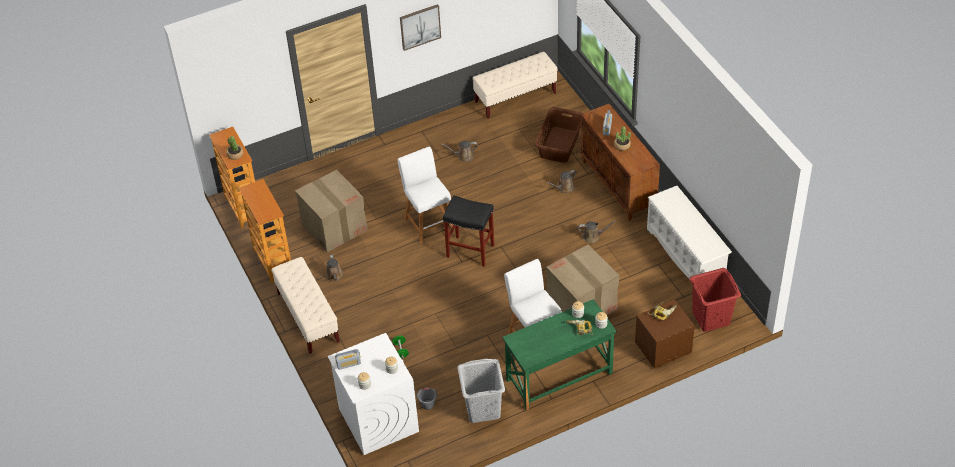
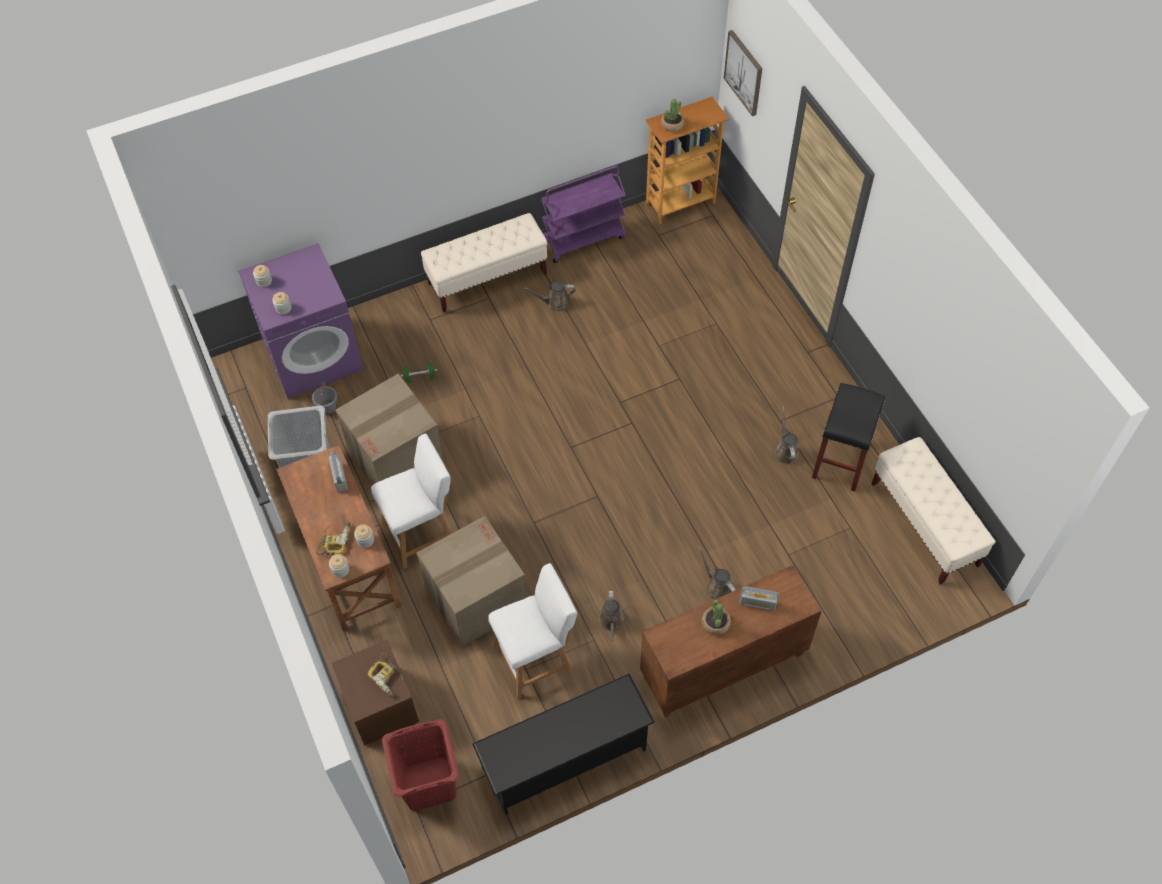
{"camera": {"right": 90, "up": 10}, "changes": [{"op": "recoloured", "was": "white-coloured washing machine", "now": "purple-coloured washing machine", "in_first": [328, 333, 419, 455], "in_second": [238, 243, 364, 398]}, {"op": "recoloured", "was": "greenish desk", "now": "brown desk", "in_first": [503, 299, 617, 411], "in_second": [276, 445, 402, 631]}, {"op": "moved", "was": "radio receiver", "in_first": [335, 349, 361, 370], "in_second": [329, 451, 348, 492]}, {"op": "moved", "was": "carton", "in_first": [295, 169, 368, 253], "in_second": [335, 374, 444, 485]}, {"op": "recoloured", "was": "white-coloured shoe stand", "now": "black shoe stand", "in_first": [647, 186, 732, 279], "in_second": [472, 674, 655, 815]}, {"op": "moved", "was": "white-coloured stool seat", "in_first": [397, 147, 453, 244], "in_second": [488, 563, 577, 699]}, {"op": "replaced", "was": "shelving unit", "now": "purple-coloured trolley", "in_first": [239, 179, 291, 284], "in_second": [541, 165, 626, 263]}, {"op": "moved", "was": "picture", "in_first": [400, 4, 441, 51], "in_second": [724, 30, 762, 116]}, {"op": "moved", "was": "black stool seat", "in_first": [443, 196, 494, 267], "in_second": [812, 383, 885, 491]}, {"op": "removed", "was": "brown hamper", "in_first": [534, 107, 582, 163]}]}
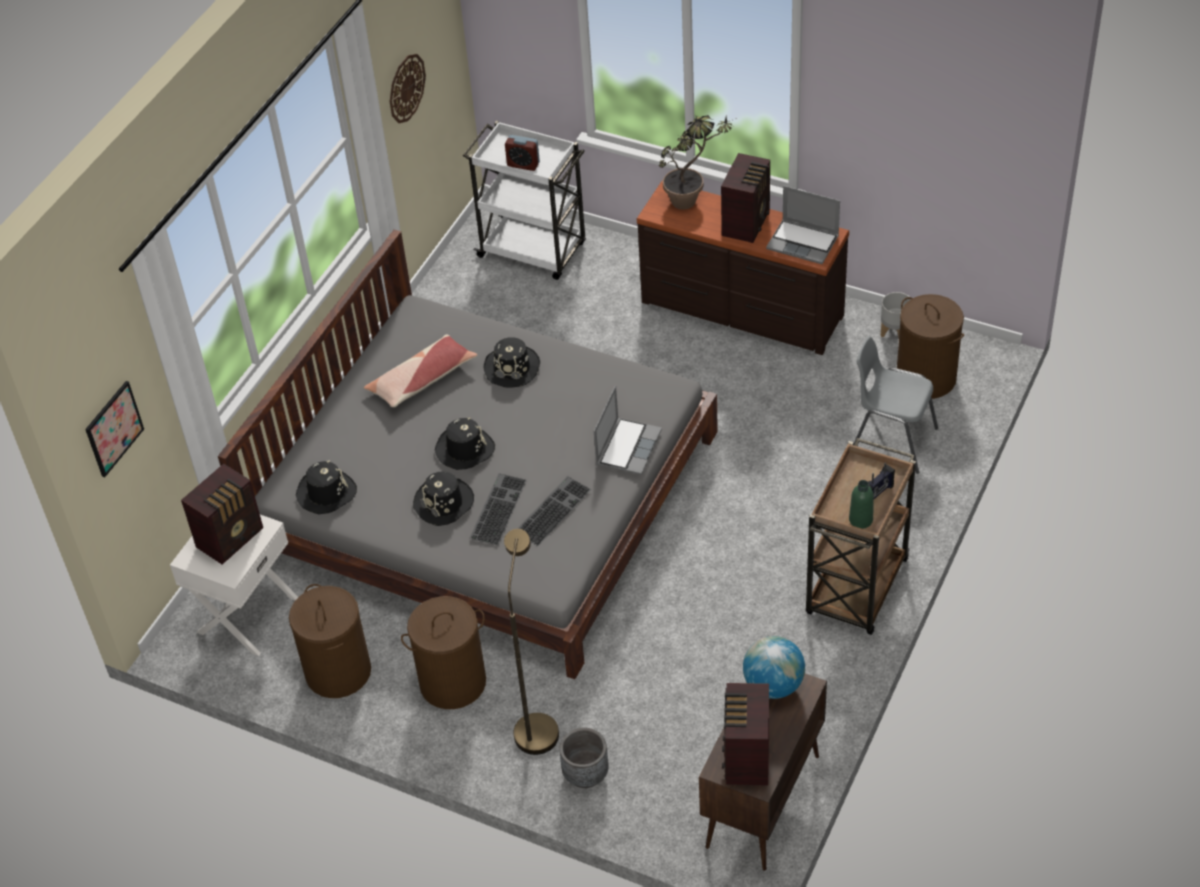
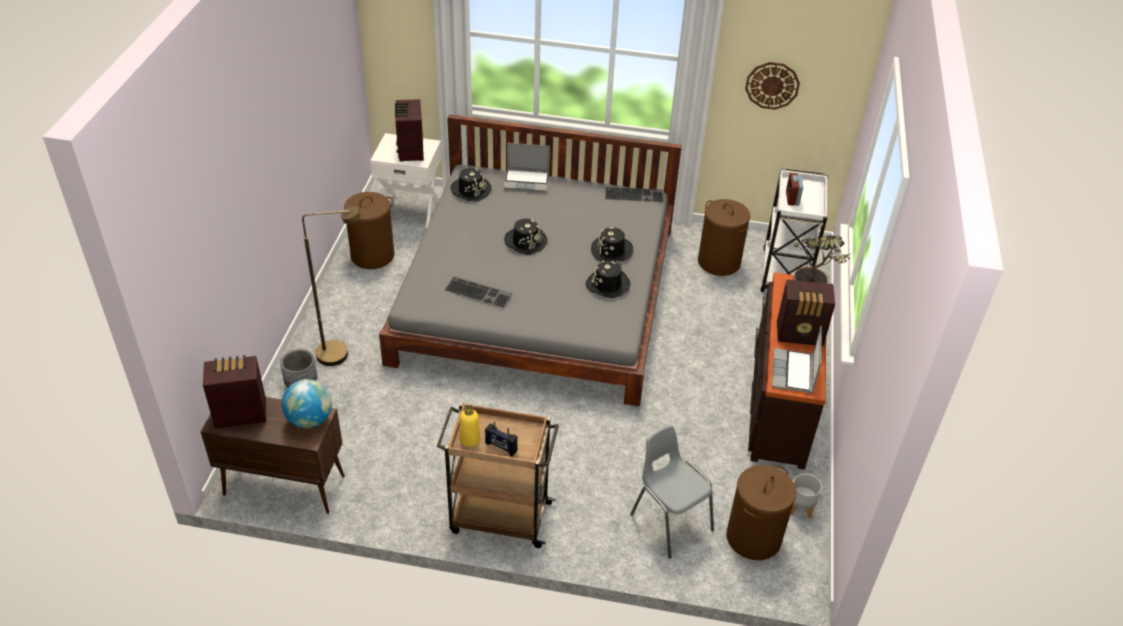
{"camera": {"right": 70, "up": -5}, "changes": [{"op": "turned", "was": "radio receiver", "in_first": [181, 464, 263, 564], "in_second": [395, 99, 424, 162], "clockwise": 60}, {"op": "recoloured", "was": "greenish drink bottle", "now": "yellow drink bottle", "in_first": [849, 480, 874, 529], "in_second": [460, 405, 480, 447]}, {"op": "moved", "was": "notebook computer", "in_first": [594, 386, 662, 475], "in_second": [503, 143, 550, 192]}, {"op": "moved", "was": "black hat", "in_first": [413, 471, 474, 526], "in_second": [585, 260, 631, 298]}, {"op": "moved", "was": "PC keyboard", "in_first": [470, 473, 527, 545], "in_second": [605, 187, 663, 202]}, {"op": "turned", "was": "grey plain chair", "in_first": [854, 336, 938, 474], "in_second": [630, 425, 714, 559], "clockwise": -45}, {"op": "moved", "was": "brown hamper", "in_first": [401, 596, 486, 709], "in_second": [698, 199, 750, 276]}, {"op": "removed", "was": "picture", "in_first": [85, 381, 144, 477]}, {"op": "removed", "was": "pillow", "in_first": [364, 335, 477, 407]}]}
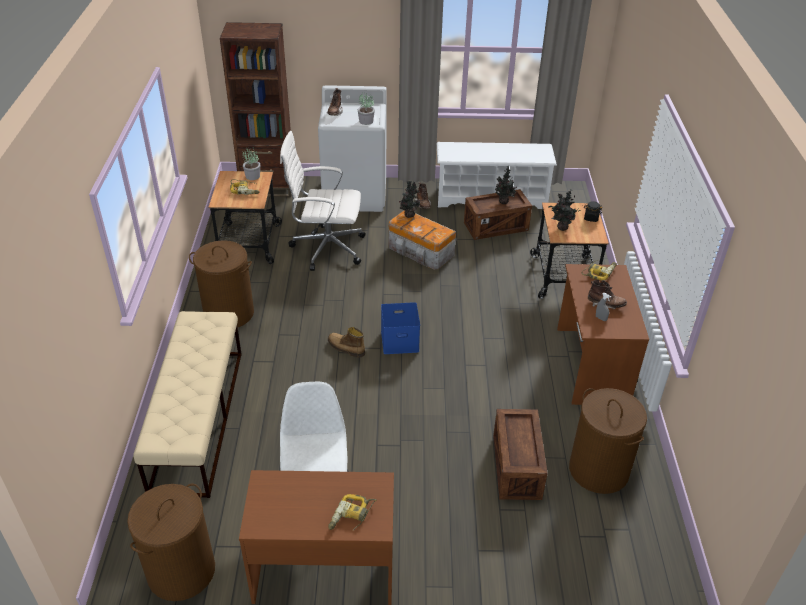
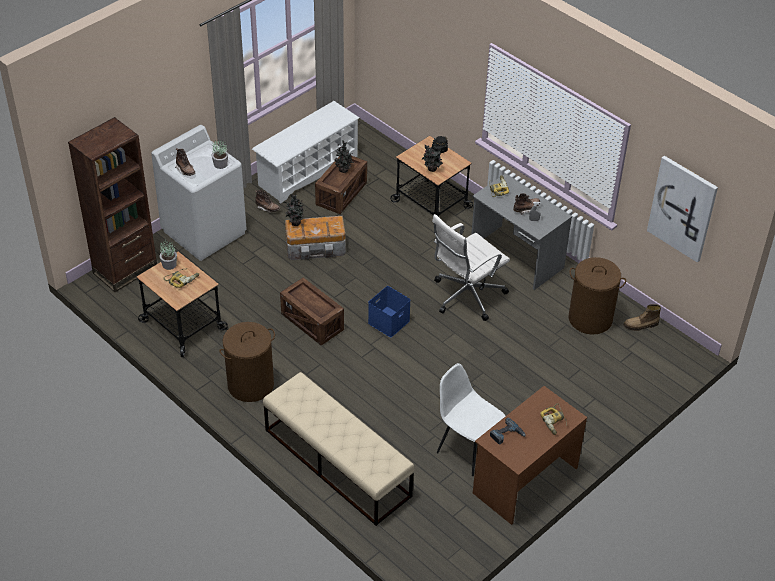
{"camera": {"right": -45, "up": 5}, "changes": [{"op": "moved", "was": "packing crate", "in_first": [493, 409, 548, 500], "in_second": [280, 277, 344, 346]}, {"op": "moved", "was": "white-coloured desk chair", "in_first": [280, 131, 366, 271], "in_second": [432, 214, 510, 321]}, {"op": "recoloured", "was": "brown desk", "now": "grey desk", "in_first": [557, 264, 649, 405], "in_second": [471, 174, 572, 290]}, {"op": "added", "now": "drill", "in_second": [490, 418, 526, 445]}, {"op": "moved", "was": "tall boot", "in_first": [328, 327, 365, 358], "in_second": [623, 304, 661, 331]}, {"op": "added", "now": "picture", "in_second": [647, 156, 718, 262]}, {"op": "removed", "was": "brown hamper", "in_first": [127, 484, 215, 601]}]}
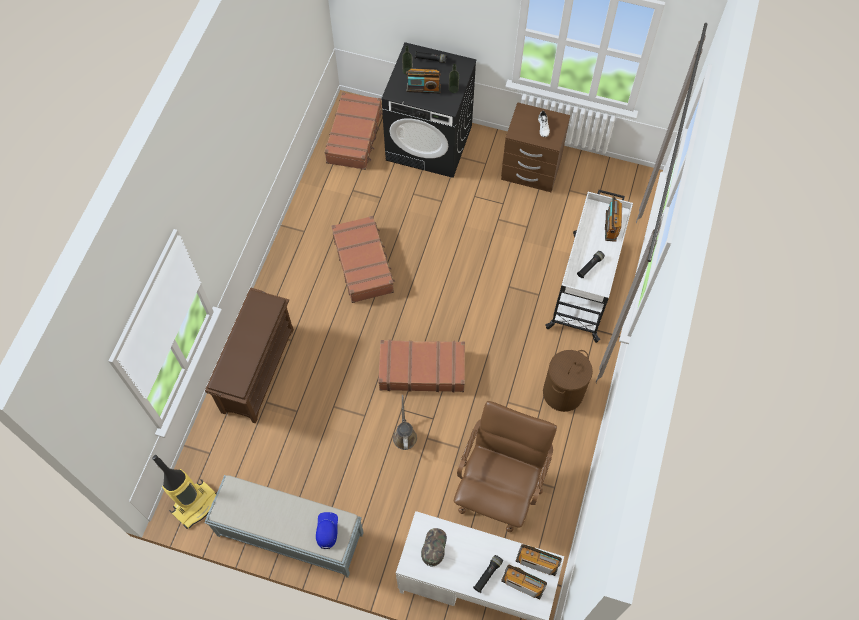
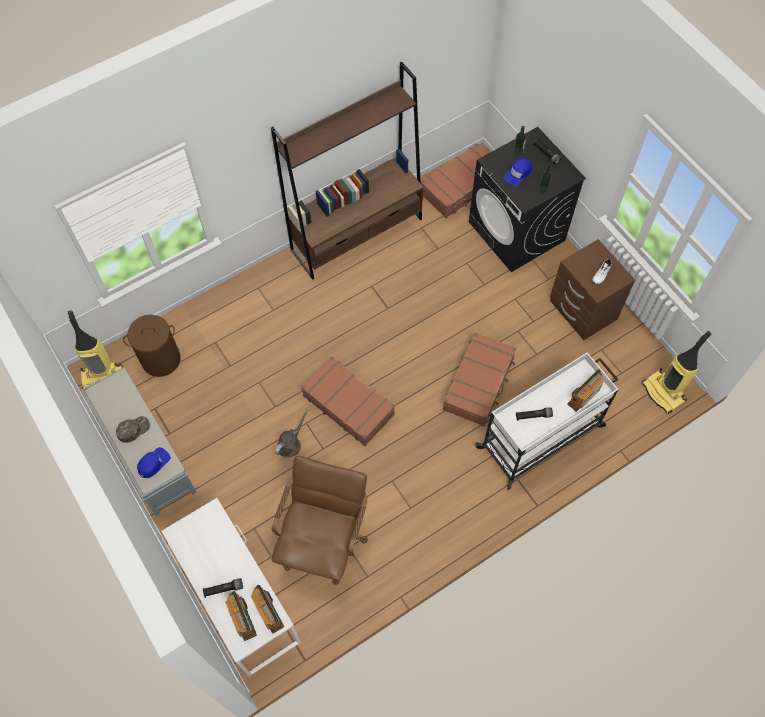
{"camera": {"right": 40, "up": 0}, "changes": [{"op": "moved", "was": "greenish cap", "in_first": [421, 528, 447, 566], "in_second": [116, 416, 150, 443]}, {"op": "moved", "was": "brown hamper", "in_first": [543, 350, 593, 412], "in_second": [123, 315, 181, 377]}, {"op": "added", "now": "brown shelving unit", "in_second": [271, 62, 423, 280]}, {"op": "turned", "was": "brown desk chair", "in_first": [454, 401, 557, 532], "in_second": [272, 456, 368, 585], "clockwise": -45}, {"op": "moved", "was": "brown piece of luggage", "in_first": [331, 216, 395, 303], "in_second": [442, 332, 516, 426]}, {"op": "replaced", "was": "radio receiver", "now": "blue-coloured cap", "in_first": [406, 69, 441, 93], "in_second": [504, 158, 532, 186]}, {"op": "added", "now": "hoover", "in_second": [642, 331, 711, 414]}, {"op": "removed", "was": "brown shoe stand", "in_first": [205, 287, 294, 424]}]}
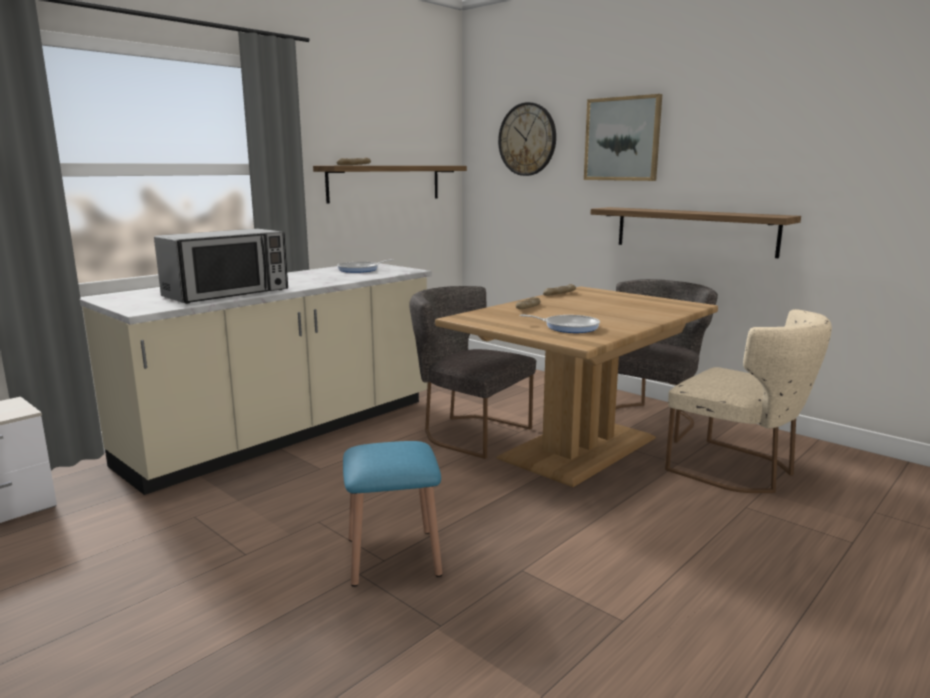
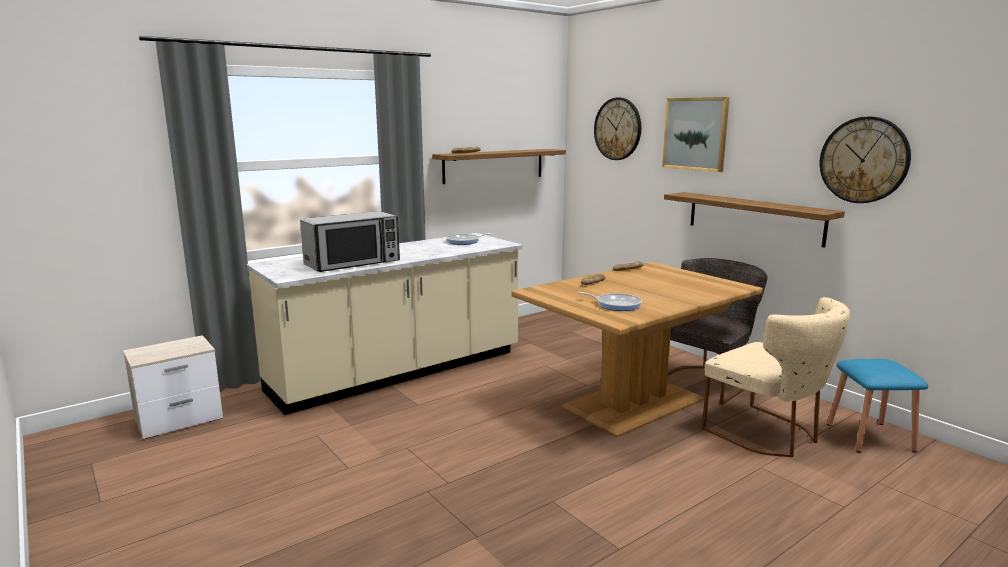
{"camera": {"right": 10, "up": 0}, "changes": [{"op": "added", "now": "hanging clock", "in_second": [820, 116, 911, 203]}, {"op": "moved", "was": "blue-coloured stool seat", "in_first": [343, 441, 442, 587], "in_second": [827, 359, 928, 453]}, {"op": "removed", "was": "grey plain chair", "in_first": [409, 286, 536, 459]}]}
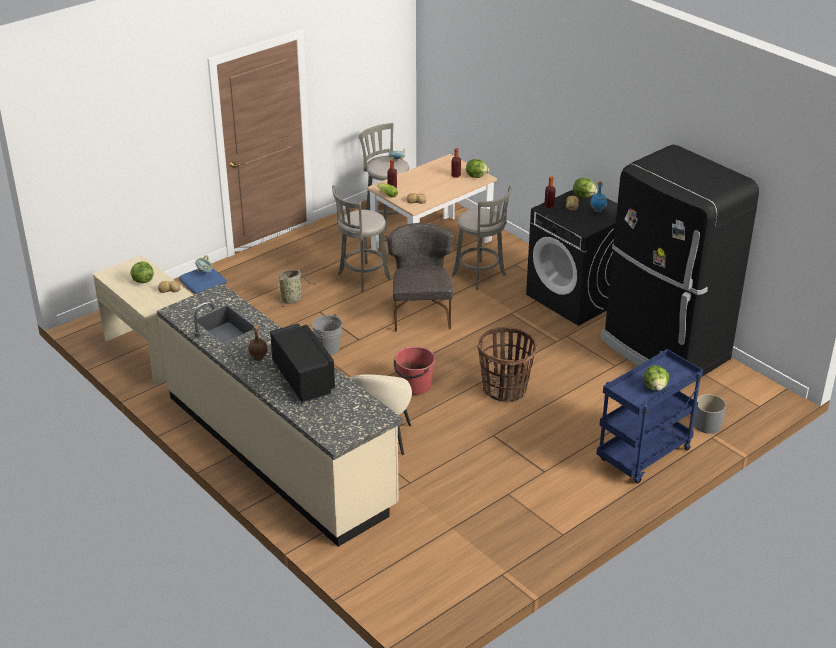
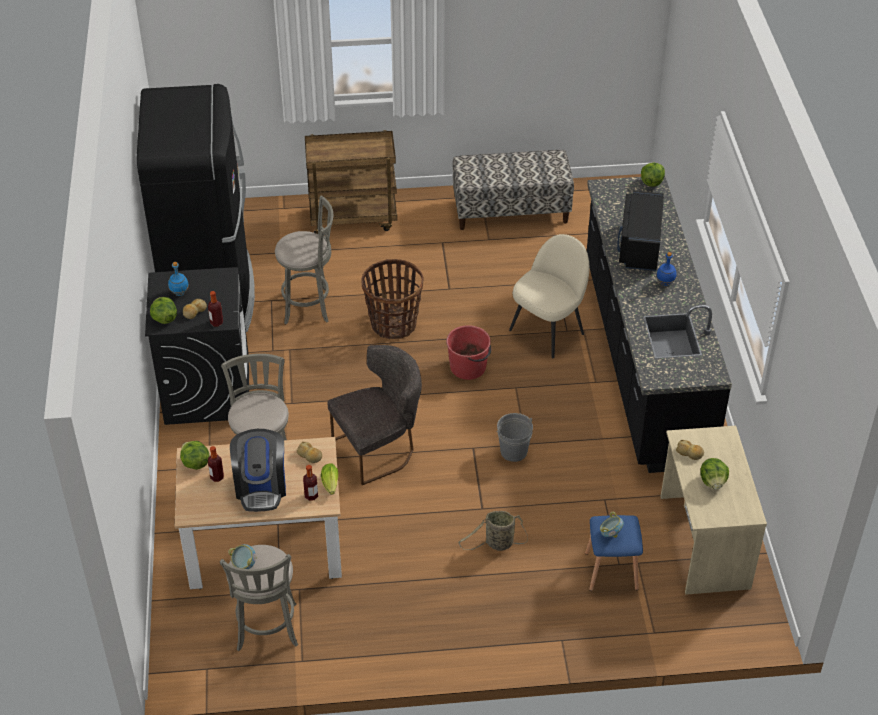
{"camera": {"right": -145, "up": 10}, "changes": [{"op": "added", "now": "coffee maker", "in_second": [230, 429, 286, 512]}, {"op": "moved", "was": "grey stool seat", "in_first": [332, 185, 391, 292], "in_second": [275, 196, 333, 324]}, {"op": "recoloured", "was": "blue-coloured trolley", "now": "brown trolley", "in_first": [596, 349, 703, 484], "in_second": [305, 130, 397, 234]}, {"op": "turned", "was": "grey plain chair", "in_first": [387, 222, 454, 331], "in_second": [328, 345, 422, 485], "clockwise": -150}, {"op": "added", "now": "long seat", "in_second": [452, 150, 574, 230]}, {"op": "recoloured", "was": "beige kitchen counter", "now": "black kitchen counter", "in_first": [157, 283, 403, 547], "in_second": [587, 176, 732, 473]}, {"op": "moved", "was": "lettuce", "in_first": [644, 365, 669, 391], "in_second": [641, 163, 665, 187]}, {"op": "recoloured", "was": "brown drink bottle", "now": "blue-coloured drink bottle", "in_first": [248, 326, 268, 360], "in_second": [656, 252, 677, 286]}, {"op": "removed", "was": "grey plant pot", "in_first": [693, 394, 726, 434]}]}
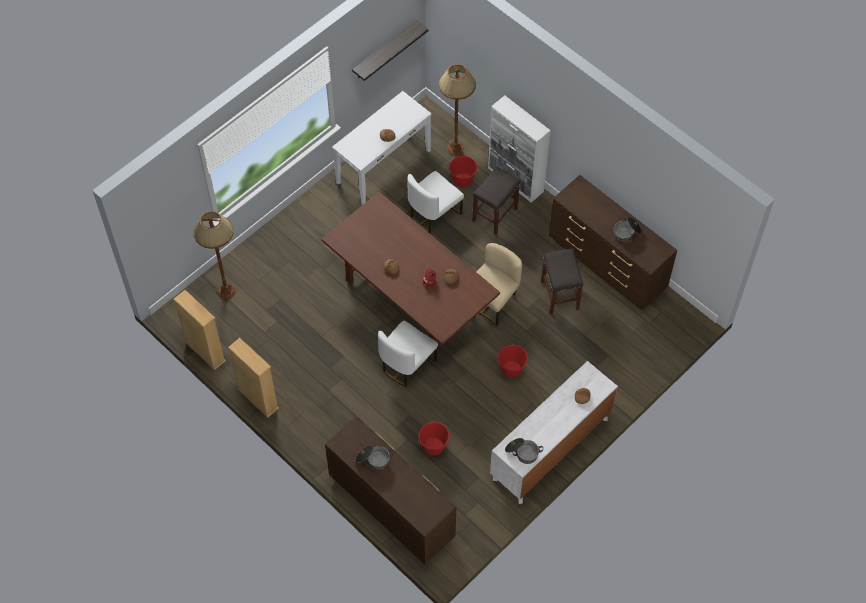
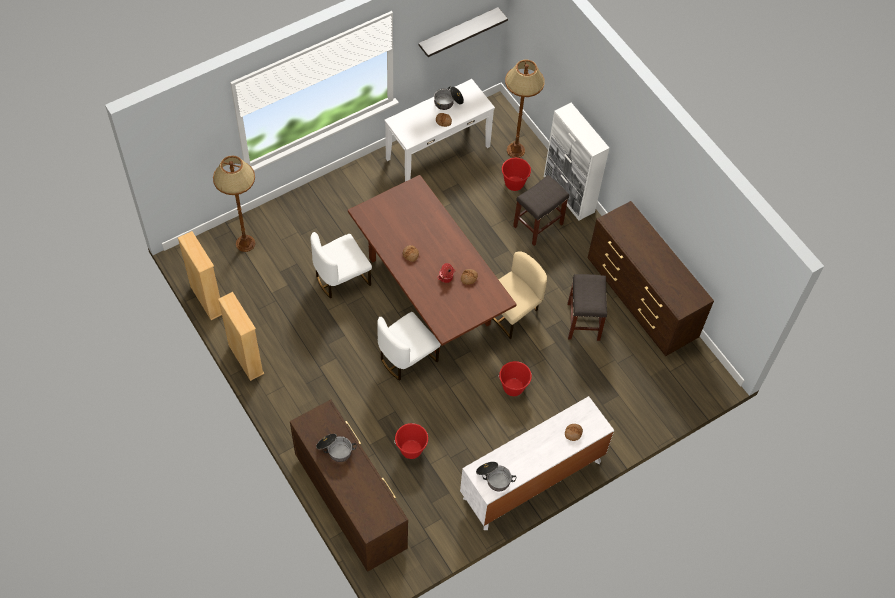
{"camera": {"right": 10, "up": 0}, "changes": [{"op": "moved", "was": "white-coloured plain chair", "in_first": [407, 171, 464, 233], "in_second": [310, 232, 372, 299]}, {"op": "moved", "was": "saucepot", "in_first": [613, 217, 642, 242], "in_second": [434, 87, 464, 110]}]}
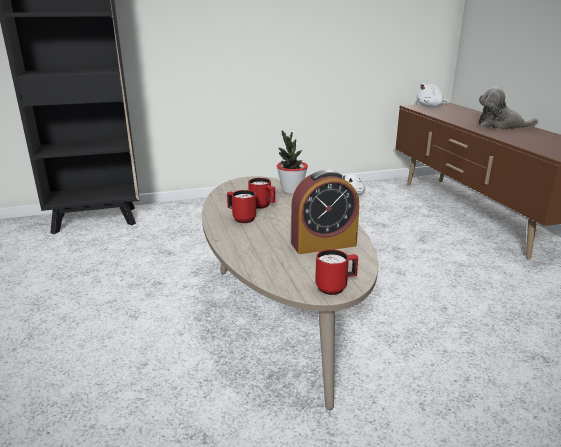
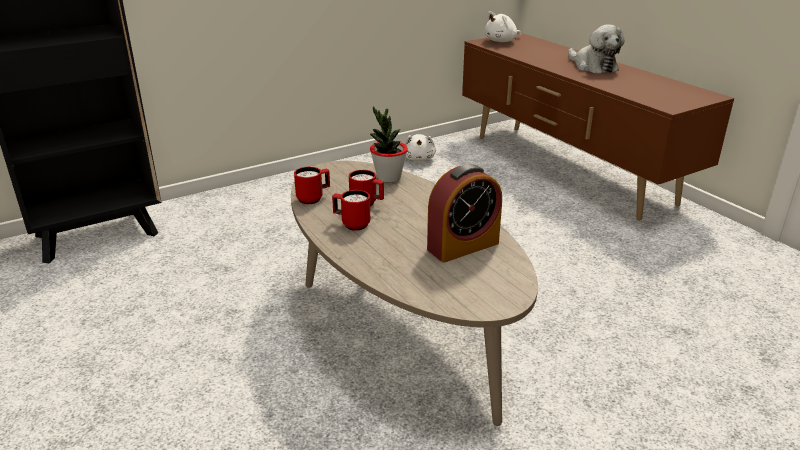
{"camera": {"right": -15, "up": 5}, "changes": [{"op": "moved", "was": "reddish tea mug", "in_first": [315, 249, 358, 295], "in_second": [294, 167, 330, 204]}, {"op": "turned", "was": "plush toy", "in_first": [479, 87, 538, 129], "in_second": [568, 24, 624, 74], "clockwise": -120}]}
